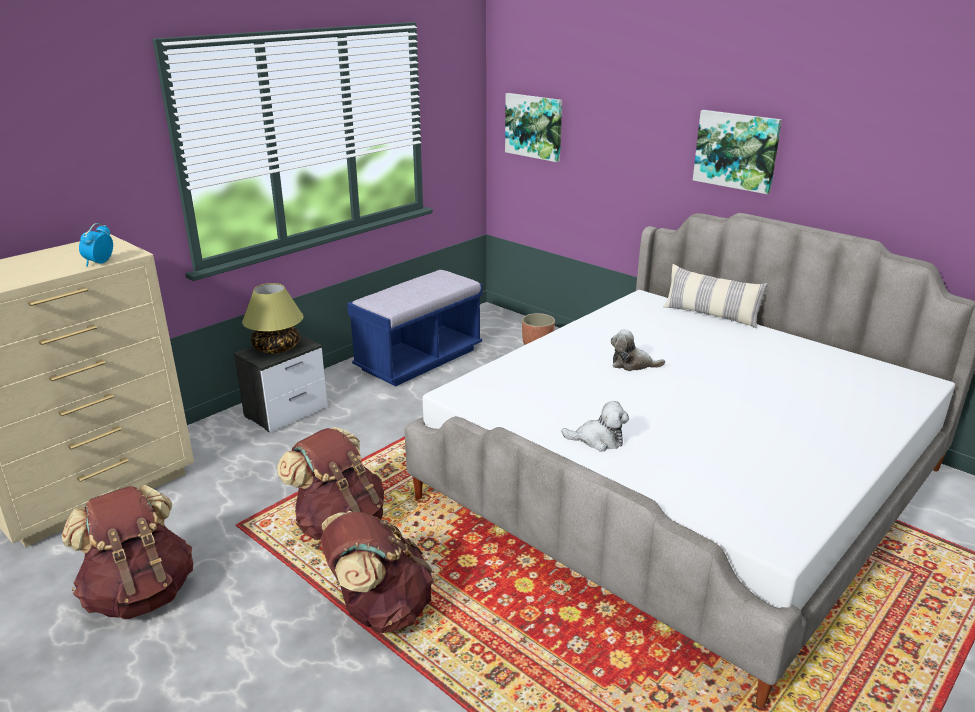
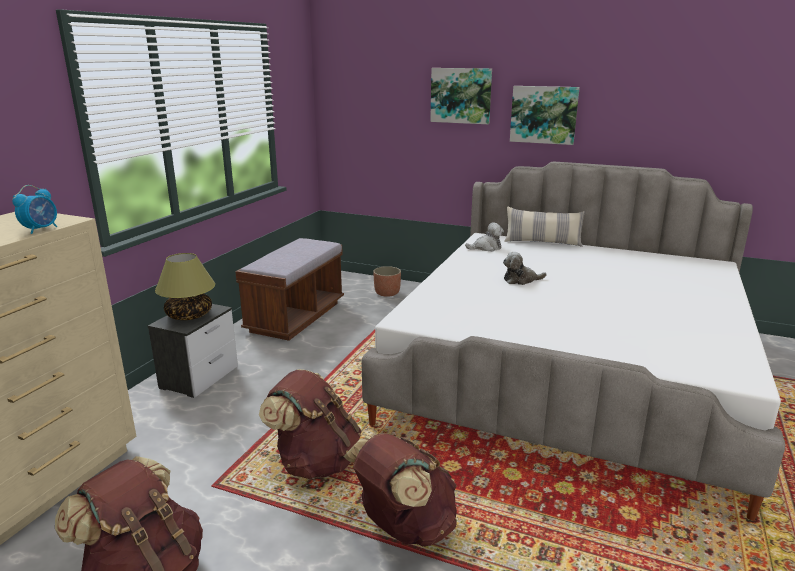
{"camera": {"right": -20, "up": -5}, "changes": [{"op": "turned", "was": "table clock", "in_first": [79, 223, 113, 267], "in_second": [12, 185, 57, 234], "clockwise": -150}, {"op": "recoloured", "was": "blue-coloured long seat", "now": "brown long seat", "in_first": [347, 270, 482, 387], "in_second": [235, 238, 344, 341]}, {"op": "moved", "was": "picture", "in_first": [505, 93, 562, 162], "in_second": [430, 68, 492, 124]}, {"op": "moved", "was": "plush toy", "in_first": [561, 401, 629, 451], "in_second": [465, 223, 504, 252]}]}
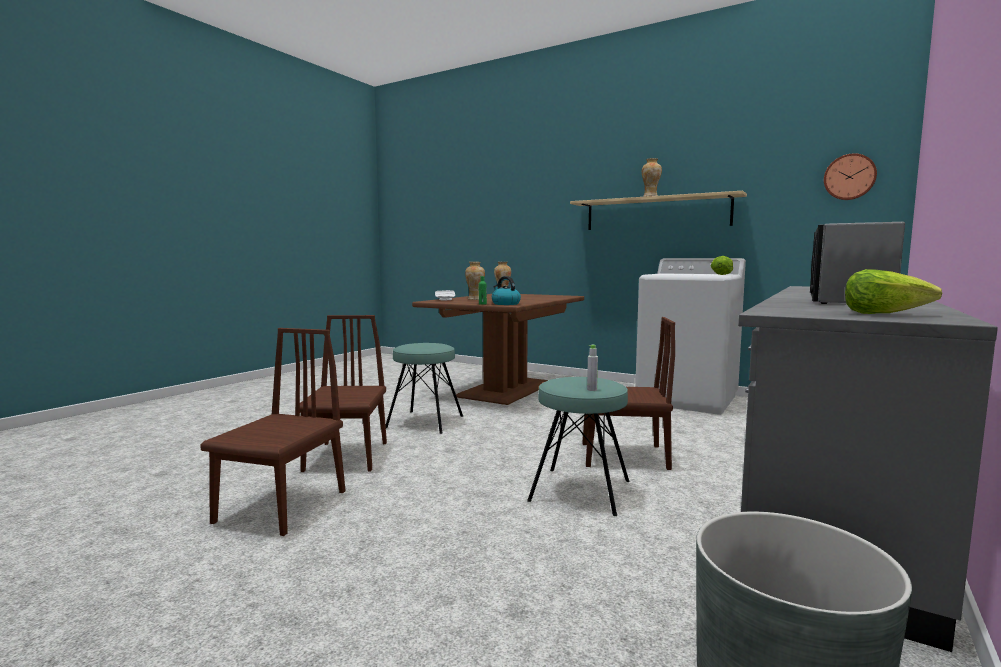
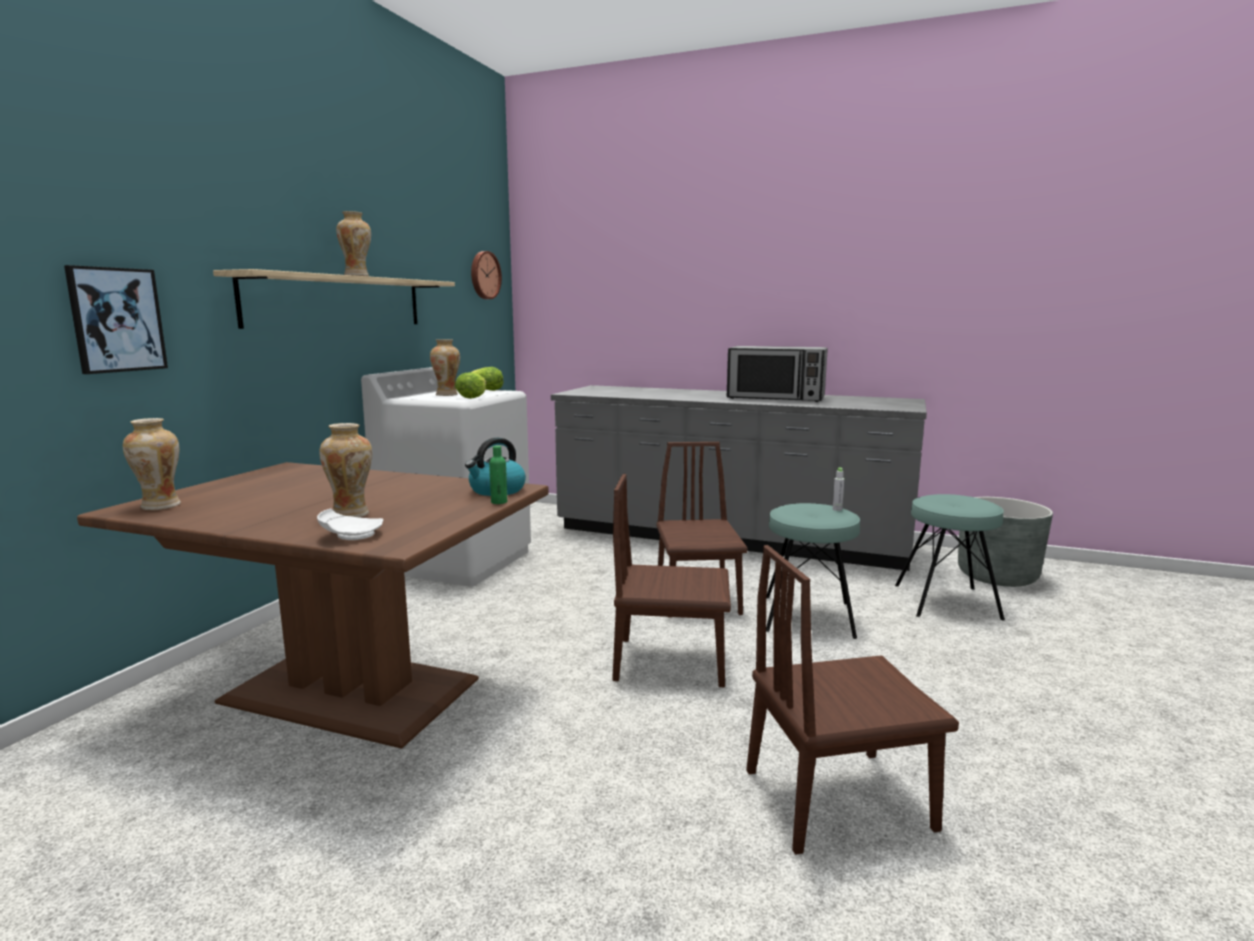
{"camera": {"right": -100, "up": 5}, "changes": [{"op": "added", "now": "picture", "in_second": [64, 265, 168, 374]}, {"op": "added", "now": "vase", "in_second": [430, 339, 460, 396]}, {"op": "moved", "was": "lettuce", "in_first": [845, 269, 942, 314], "in_second": [455, 372, 487, 399]}, {"op": "moved", "was": "brown plain chair", "in_first": [200, 328, 345, 536], "in_second": [612, 474, 731, 688]}, {"op": "moved", "was": "blue-green stool seat", "in_first": [386, 343, 463, 434], "in_second": [895, 494, 1005, 621]}]}
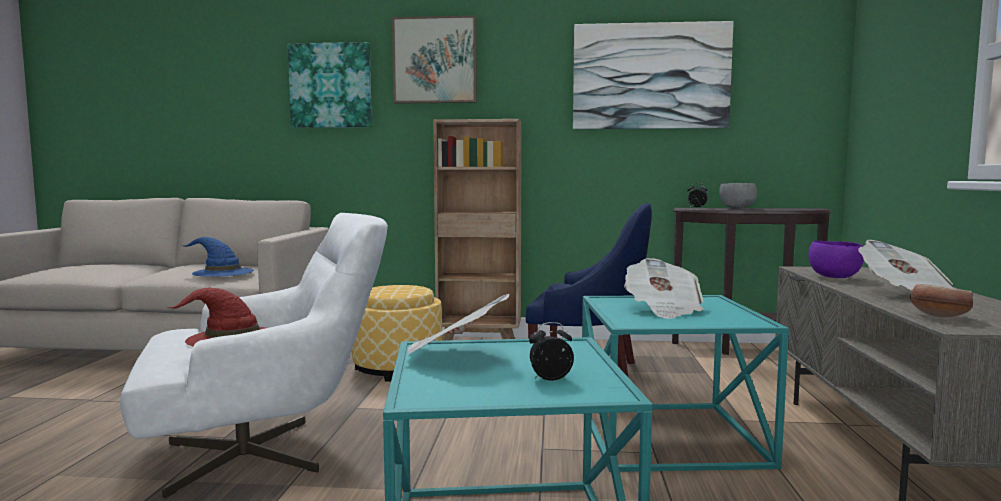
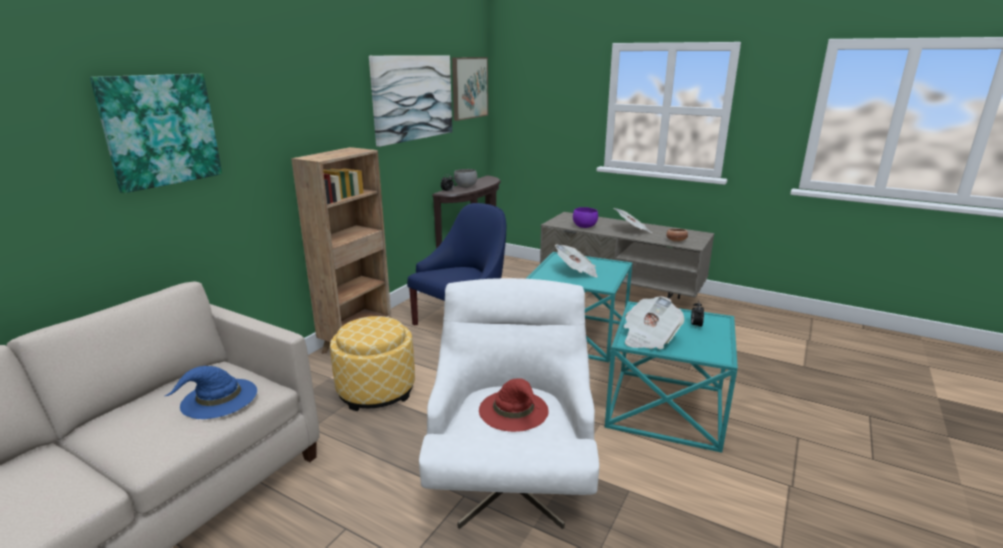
{"camera": {"right": -65, "up": 15}, "changes": [{"op": "moved", "was": "picture", "in_first": [392, 15, 477, 104], "in_second": [452, 57, 488, 121]}]}
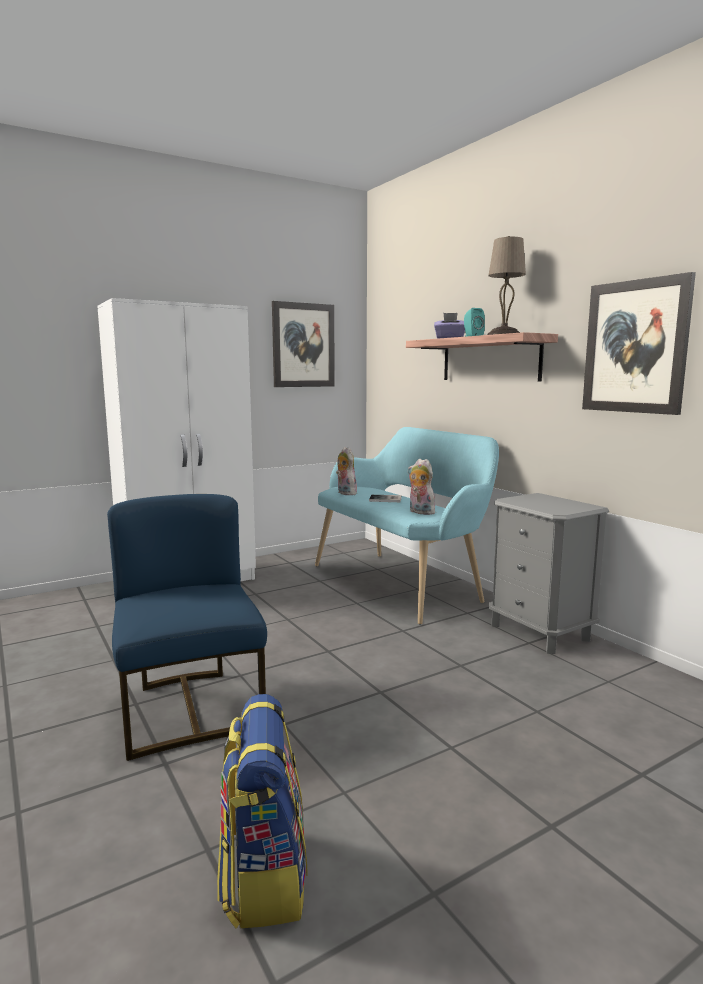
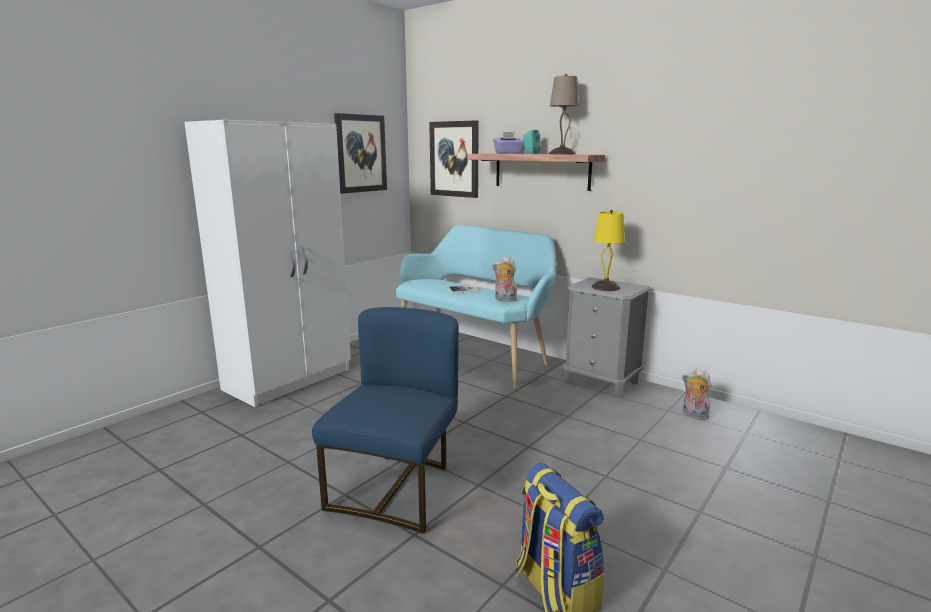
{"camera": {"right": -20, "up": 5}, "changes": [{"op": "turned", "was": "blue-coloured plain chair", "in_first": [107, 494, 267, 761], "in_second": [312, 307, 459, 534], "clockwise": 60}, {"op": "moved", "was": "picture", "in_first": [582, 272, 696, 415], "in_second": [429, 120, 479, 198]}, {"op": "added", "now": "yellow tabletop lamp", "in_second": [592, 210, 625, 291]}, {"op": "moved", "was": "plush toy", "in_first": [336, 447, 357, 495], "in_second": [682, 369, 711, 420]}]}
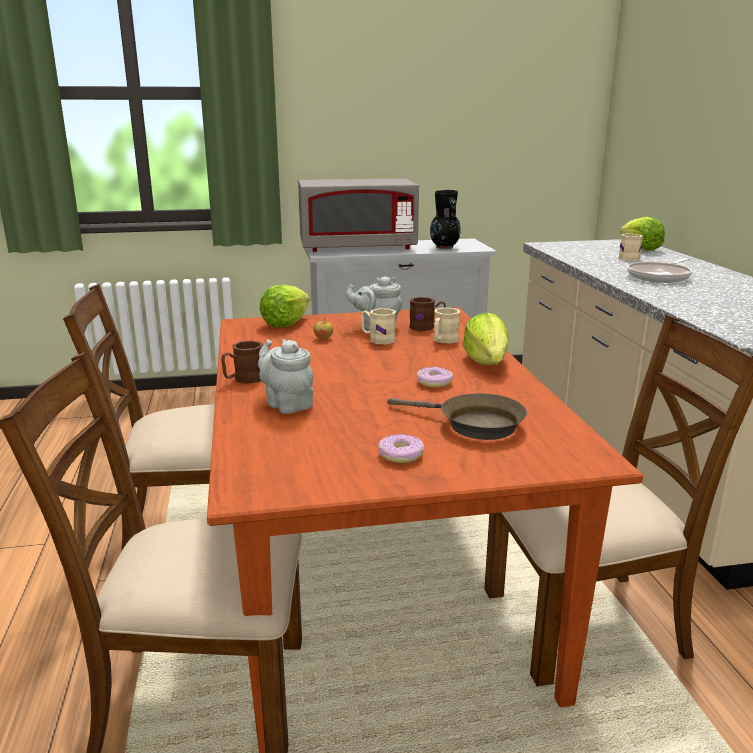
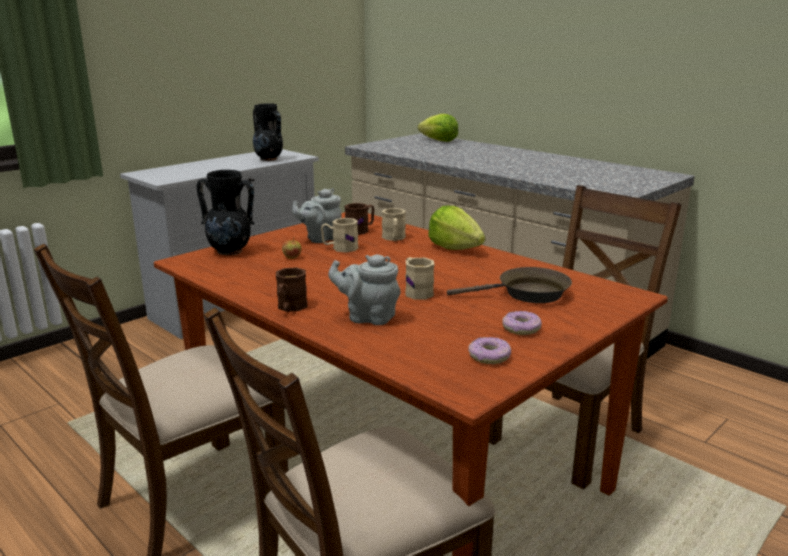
{"camera": {"right": -35, "up": 0}, "changes": [{"op": "replaced", "was": "lettuce", "now": "black vase", "in_first": [259, 285, 310, 327], "in_second": [196, 170, 255, 255]}, {"op": "moved", "was": "beige tea mug", "in_first": [618, 233, 643, 261], "in_second": [405, 257, 435, 299]}, {"op": "moved", "was": "donut", "in_first": [417, 367, 453, 388], "in_second": [468, 337, 511, 364]}, {"op": "removed", "was": "grey kitchen microwave", "in_first": [298, 179, 419, 252]}, {"op": "removed", "was": "pan", "in_first": [627, 258, 693, 283]}]}
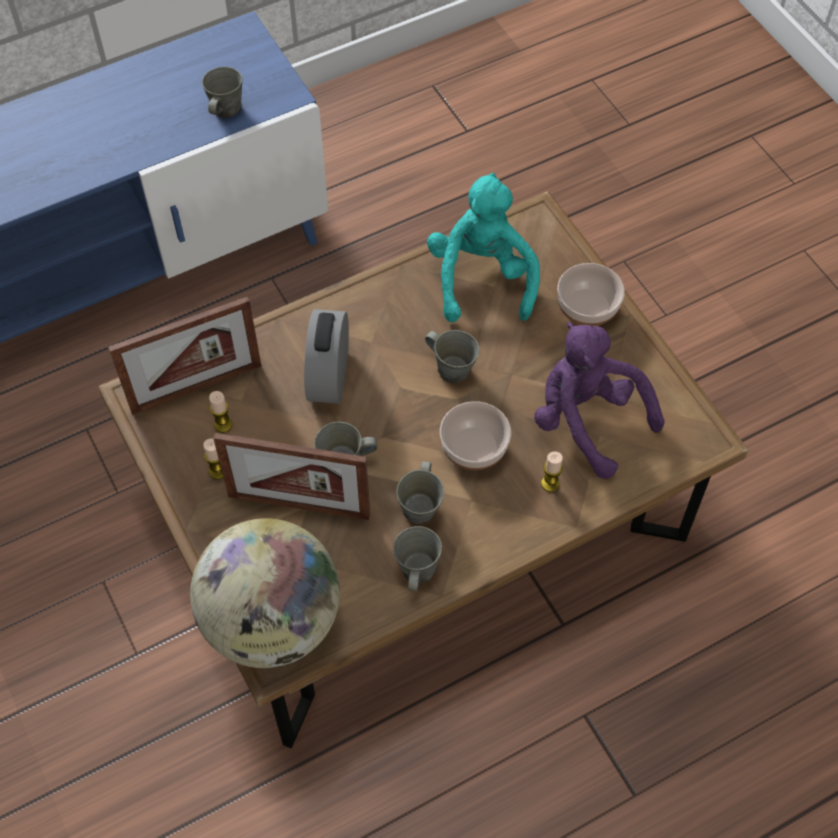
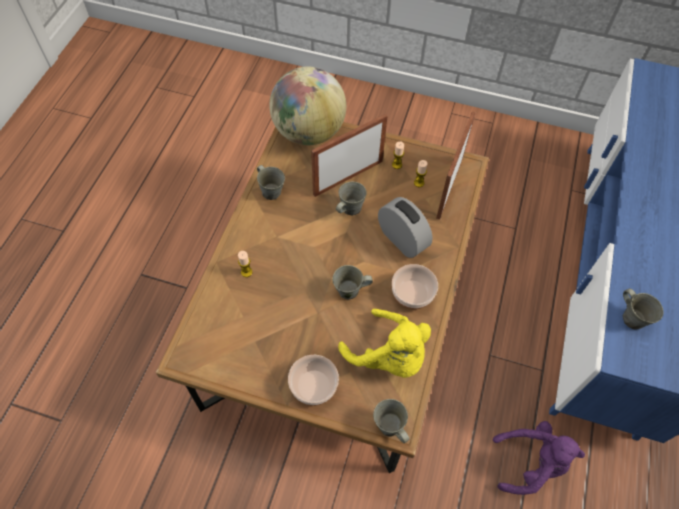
{"camera": {"right": 135, "up": 0}, "changes": [{"op": "recoloured", "was": "blue-green plush toy", "now": "yellow plush toy", "in_first": [427, 173, 540, 322], "in_second": [338, 309, 431, 378]}, {"op": "moved", "was": "grey tea mug", "in_first": [396, 461, 444, 524], "in_second": [373, 399, 409, 443]}, {"op": "moved", "was": "serving bowl", "in_first": [440, 401, 511, 470], "in_second": [392, 264, 438, 309]}, {"op": "moved", "was": "purple-coloured plush toy", "in_first": [534, 322, 665, 479], "in_second": [493, 421, 585, 495]}]}
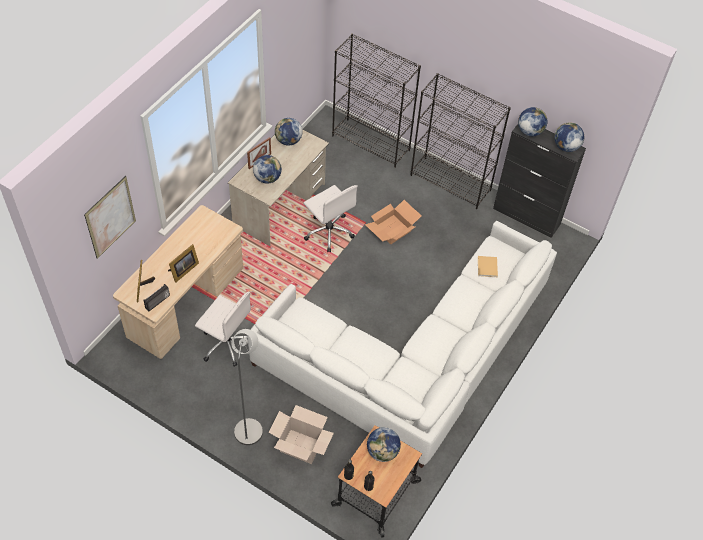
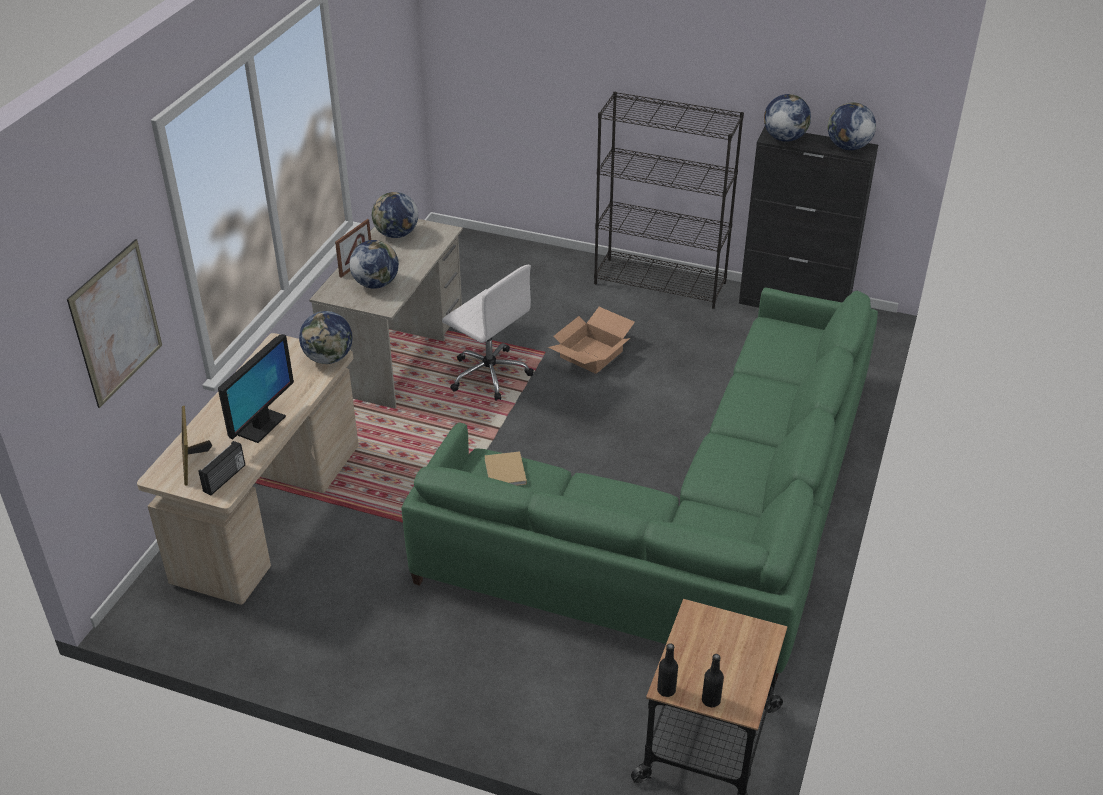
{"camera": {"right": -10, "up": -15}, "changes": [{"op": "replaced", "was": "standing frame", "now": "computer screen", "in_first": [168, 244, 199, 283], "in_second": [218, 334, 294, 443]}, {"op": "moved", "was": "globe", "in_first": [367, 427, 401, 462], "in_second": [299, 311, 353, 364]}, {"op": "recoloured", "was": "white-coloured couch", "now": "greenish couch", "in_first": [247, 220, 557, 468], "in_second": [401, 287, 878, 680]}, {"op": "moved", "was": "beige bound book", "in_first": [478, 256, 498, 277], "in_second": [485, 451, 527, 486]}, {"op": "removed", "was": "white-coloured desk chair", "in_first": [195, 292, 251, 367]}, {"op": "removed", "was": "grey floor lamp", "in_first": [231, 329, 263, 445]}, {"op": "removed", "was": "carton", "in_first": [268, 405, 334, 464]}, {"op": "removed", "was": "black shelving unit", "in_first": [332, 33, 421, 168]}]}
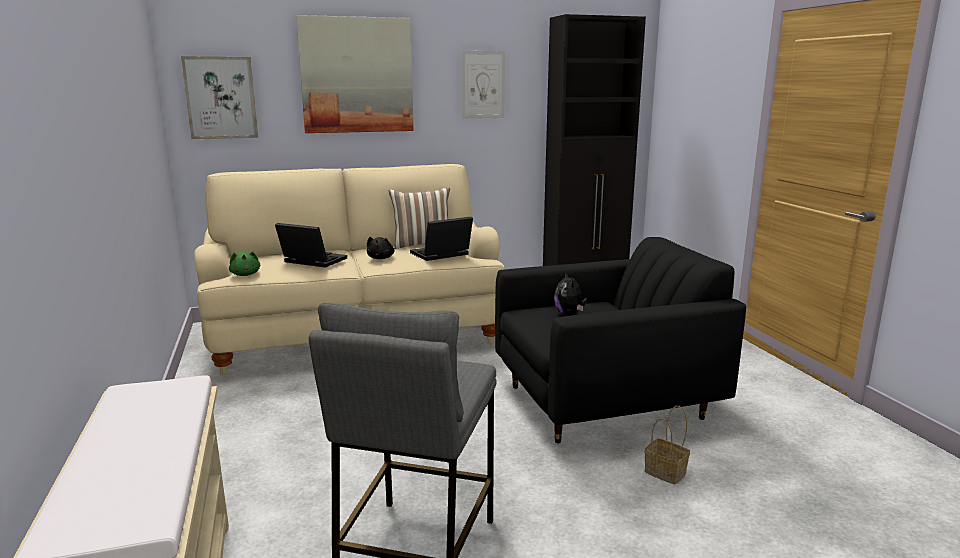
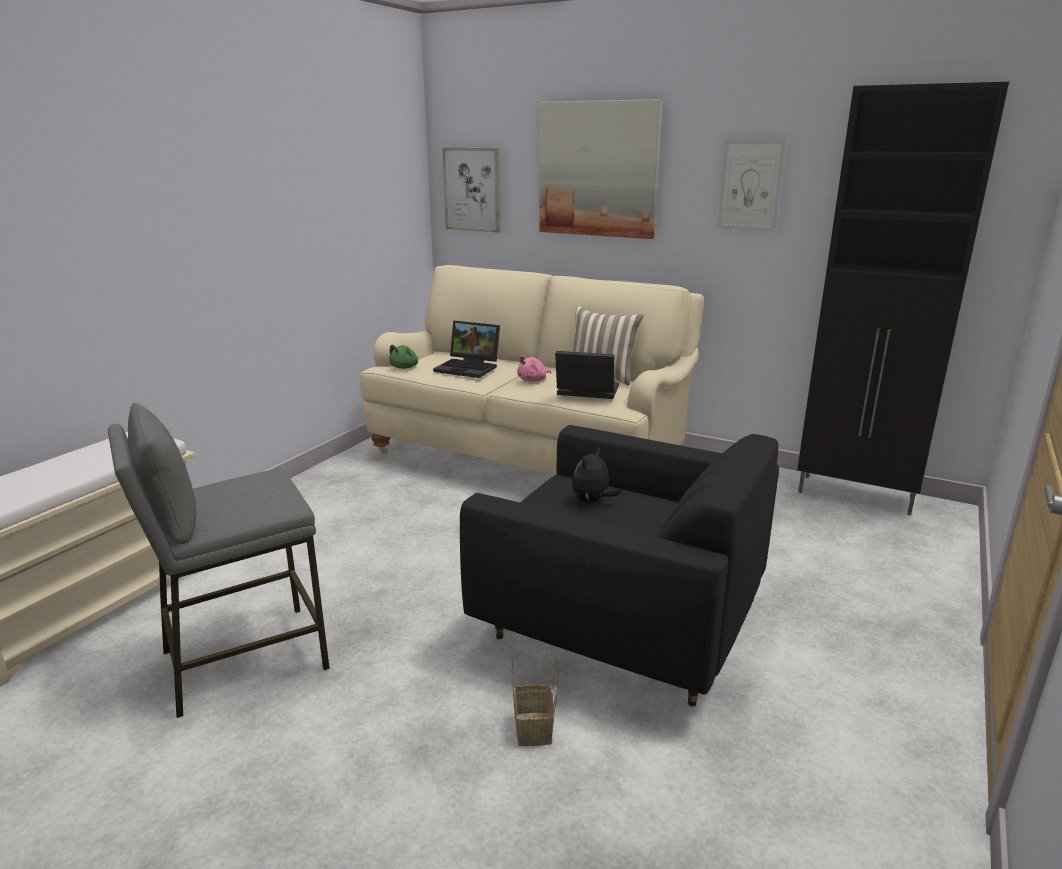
{"camera": {"right": 45, "up": 5}, "changes": [{"op": "turned", "was": "notebook computer", "in_first": [275, 223, 347, 268], "in_second": [433, 320, 500, 378], "clockwise": 135}, {"op": "recoloured", "was": "black plush toy", "now": "pink-coloured plush toy", "in_first": [367, 237, 395, 259], "in_second": [517, 355, 551, 382]}]}
